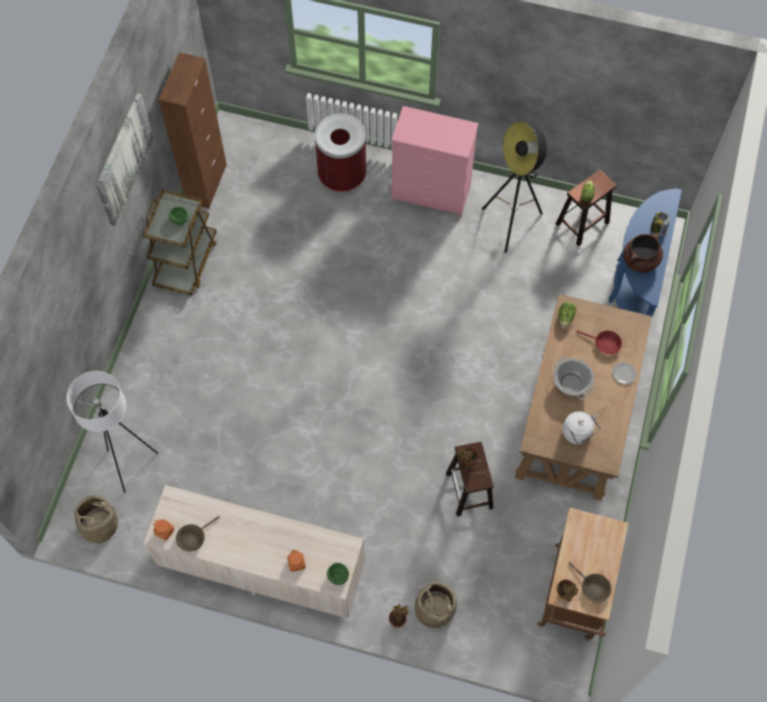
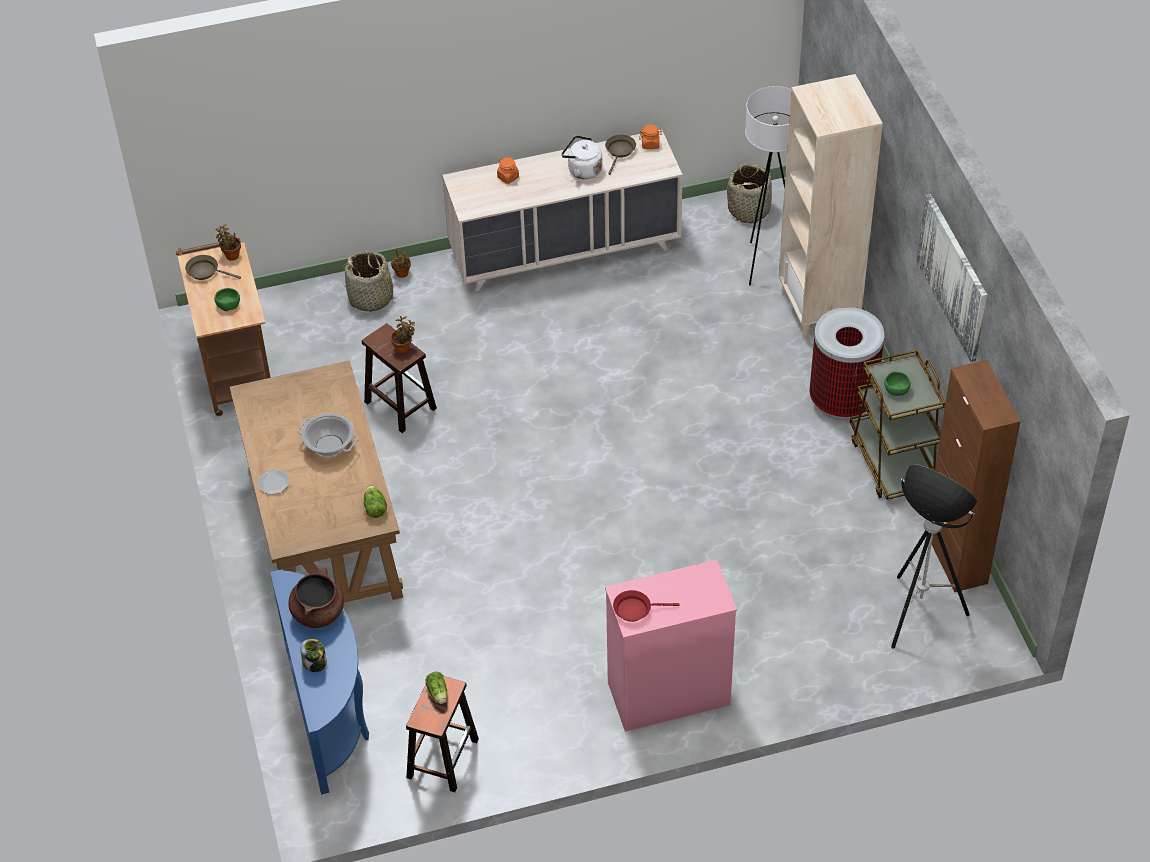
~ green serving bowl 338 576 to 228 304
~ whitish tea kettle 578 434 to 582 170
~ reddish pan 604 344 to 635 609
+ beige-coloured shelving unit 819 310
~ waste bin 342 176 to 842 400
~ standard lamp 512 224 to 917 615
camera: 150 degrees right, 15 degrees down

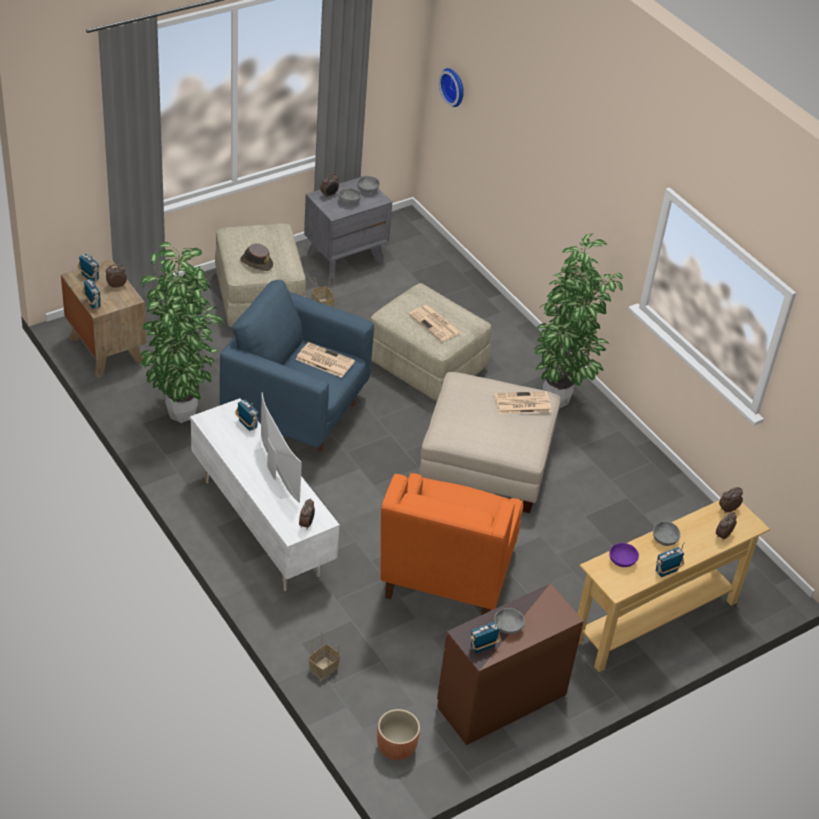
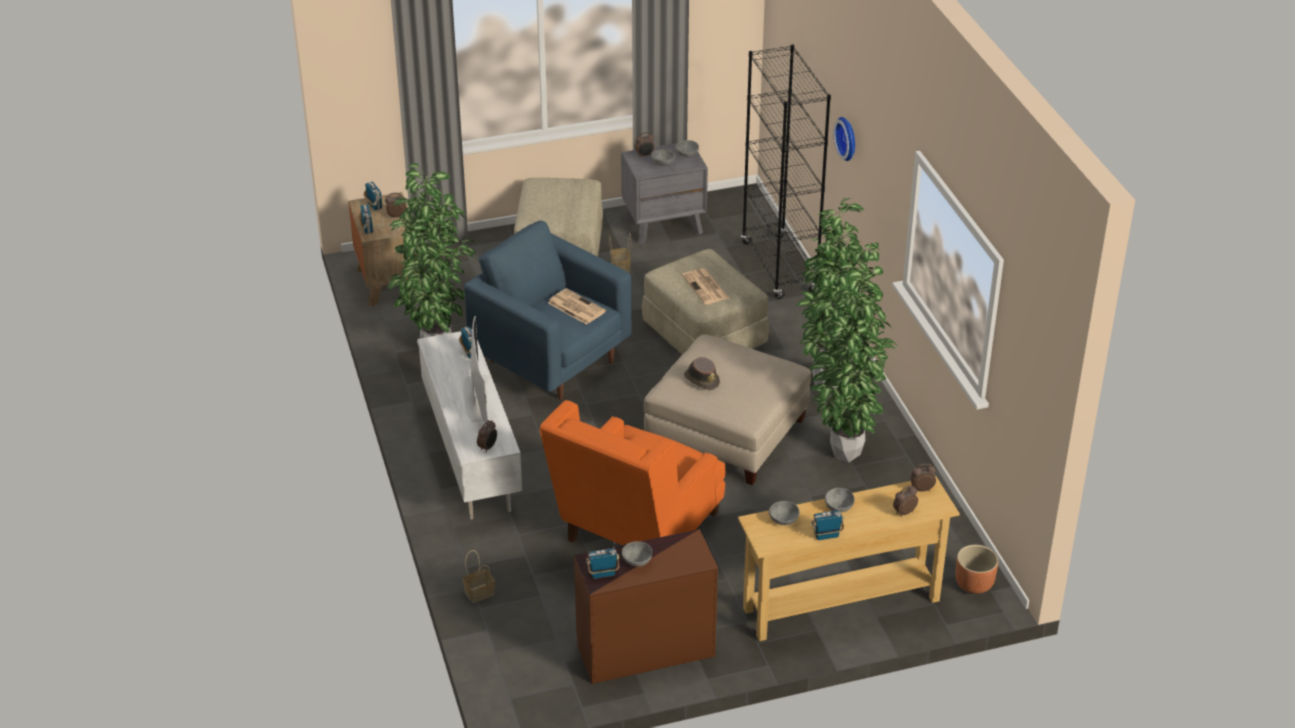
~ brown wearable hat 256 262 to 701 379
+ black-coloured shelving unit 779 268
~ purplish serving bowl 622 561 to grey serving bowl 783 520
+ houseplant 843 451
~ wall clock 454 86 to 848 138
~ brown planter 396 748 to 974 585
- daily paper 522 403
camera: 20 degrees right, 5 degrees down

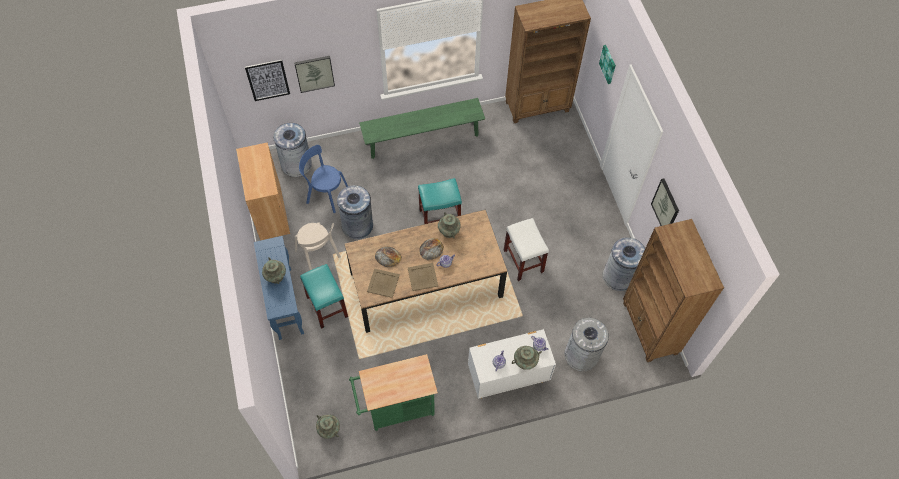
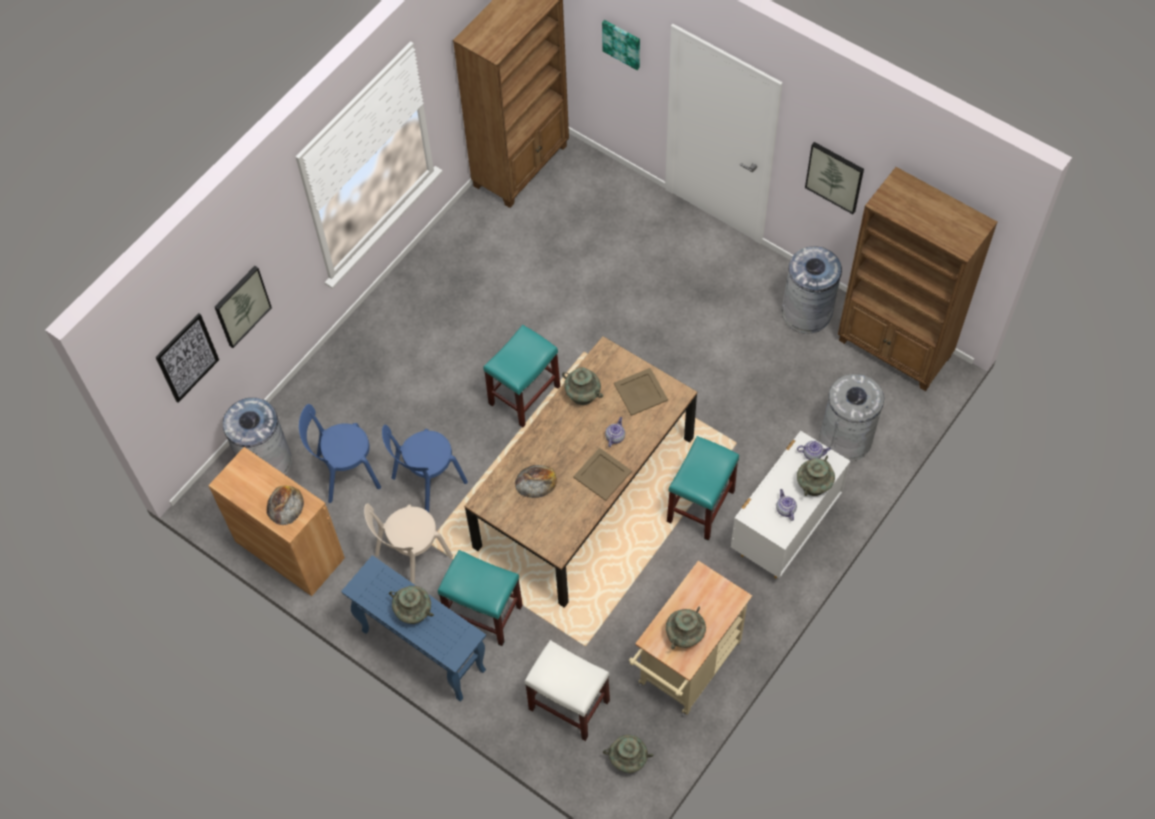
~ bakery bread 431 249 to 285 505
~ beige-coloured chair 318 255 = 411 558 120 degrees clockwise
~ grey waste bin 357 225 to blue-coloured chair 426 482
~ whitish stool seat 524 261 to 570 705
~ beige-coloured carrying tray 383 283 to 641 392
~ green trolley 396 408 to beige-coloured trolley 686 669
+ blue-green flower vase 684 635
+ blue-green stool seat 701 507
- green indoor bench 423 138
camera: 35 degrees left, 0 degrees up

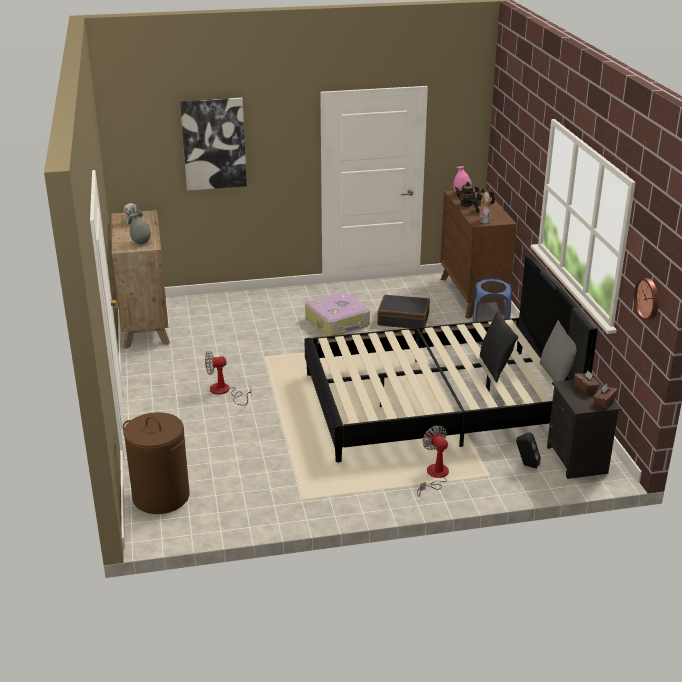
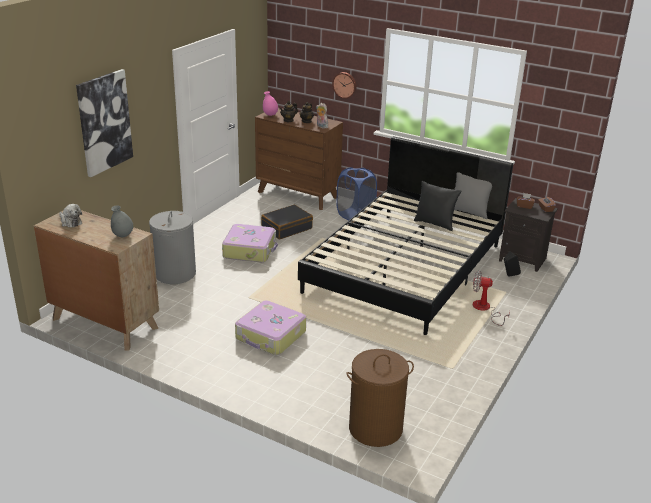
+ grey laundry basket 175 273
~ cooling fan 224 392 to suitcase 271 336
~ wall clock 648 298 to 345 85
camera: 50 degrees left, 0 degrees up

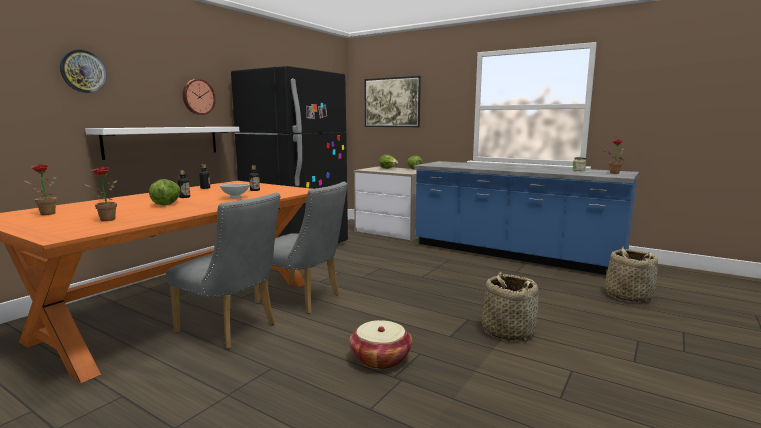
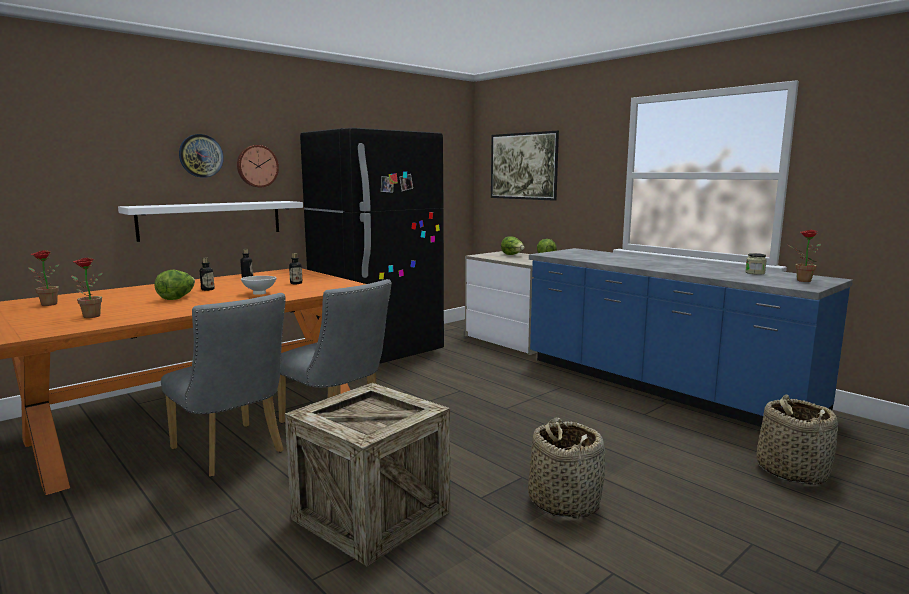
~ wall clock 83 71 to 201 156
~ household basket 380 358 to crate 371 515
camera: 15 degrees right, 0 degrees up

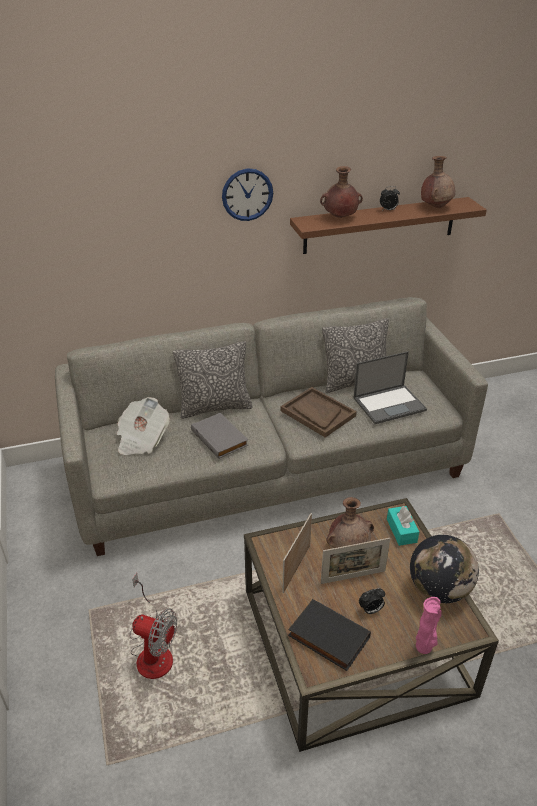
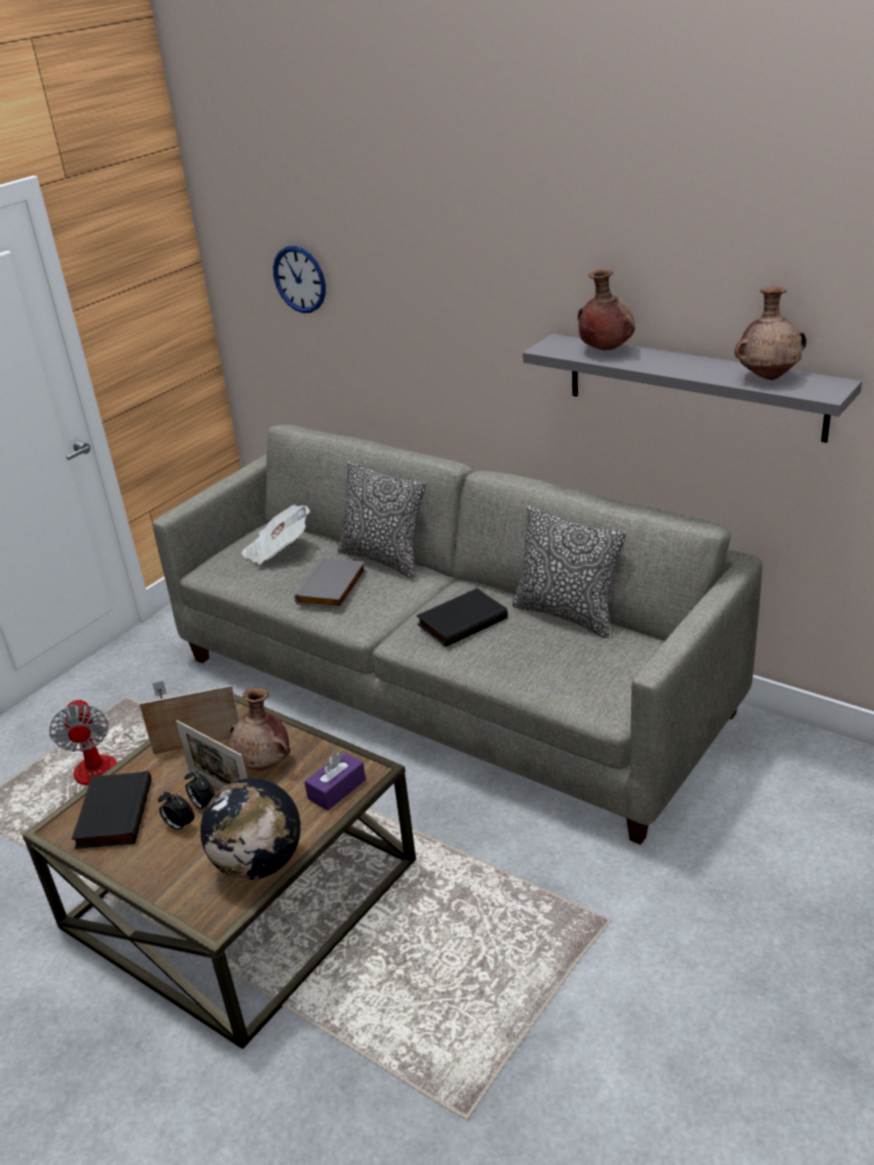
~ table clock 388 210 to 203 805
~ wall clock 247 194 to 300 279
~ blue-green box of tissues 401 531 to purplish box of tissues 337 789
~ brown carrying tray 317 413 to black-coloured volume 461 620
~ brown wall shelf 380 225 to grey wall shelf 693 386
- portable computer 390 404
- pink flower vase 424 648
camera: 55 degrees right, 5 degrees down

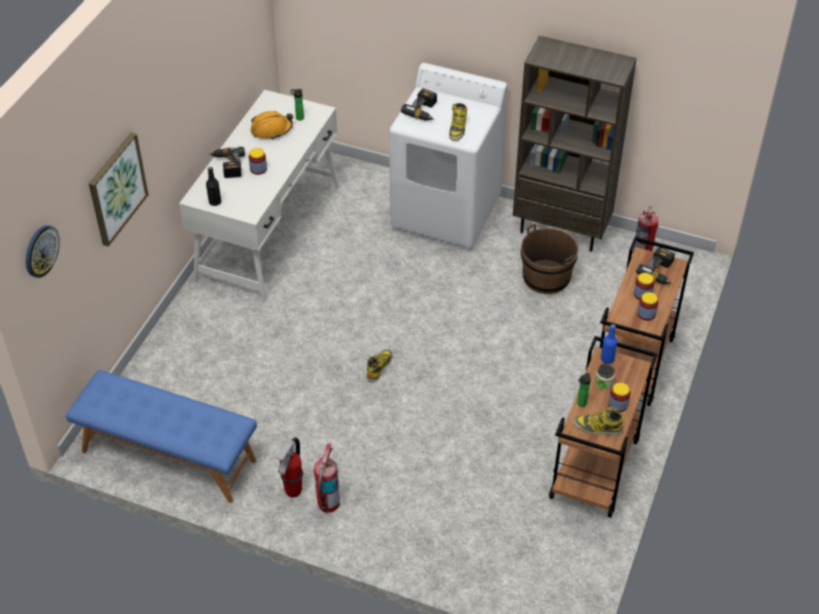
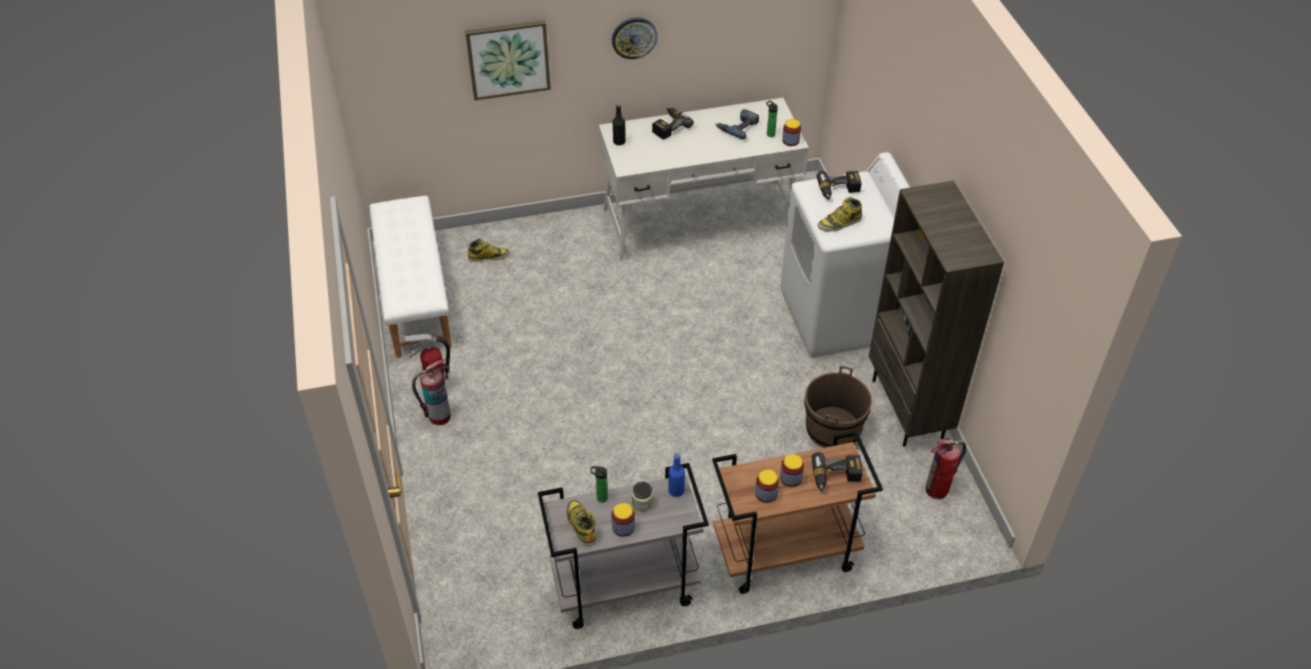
~ blue-coloured indoor bench 168 456 to whitish indoor bench 414 296
~ high-top boot 379 367 to 489 256
~ brown trolley 595 470 to grey trolley 623 588
~ wall clock 41 251 to 634 37
~ orangey safety helmet 271 130 to electric drill 738 127
~ preserve jar 258 169 to 790 141
camera: 55 degrees right, 0 degrees up

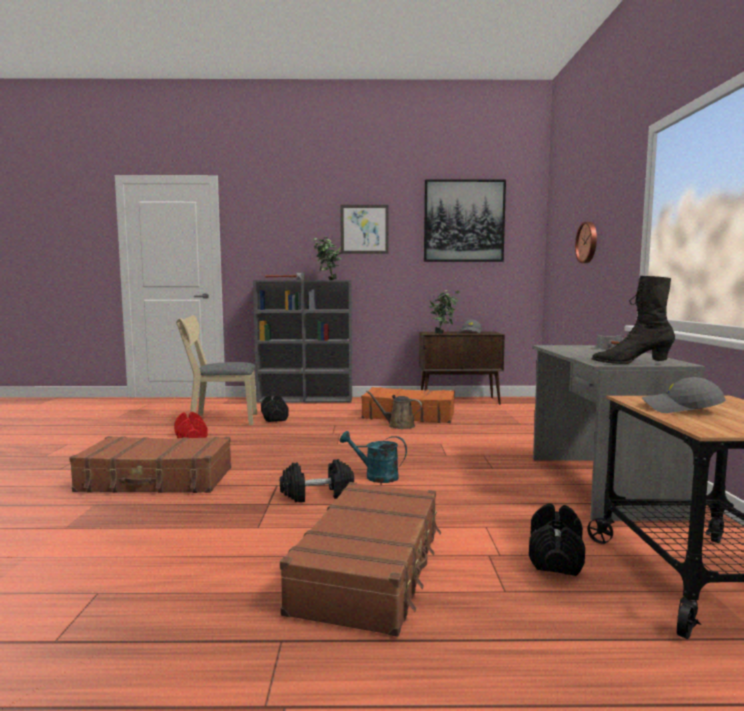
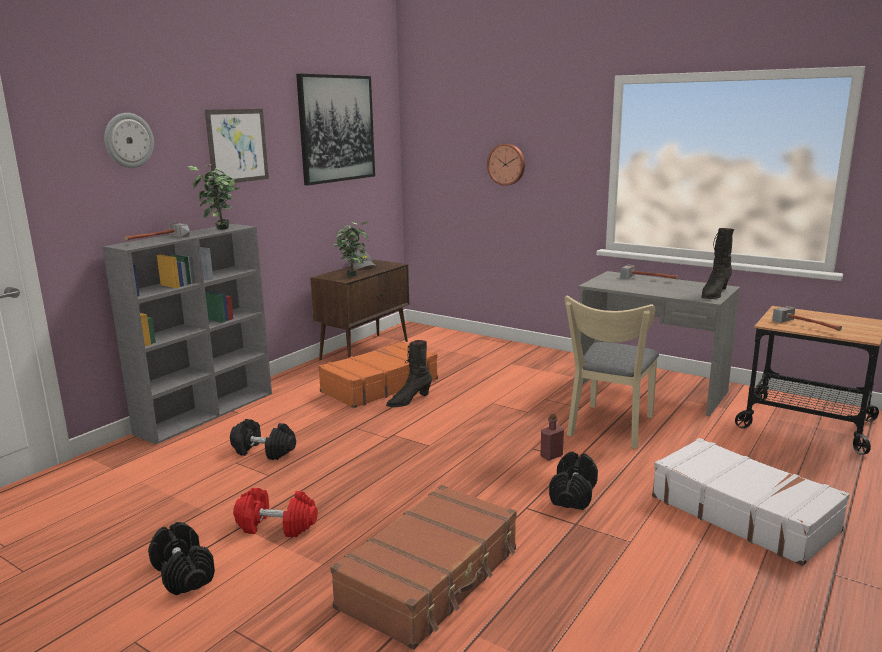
+ wall clock 128 140
~ black-coloured free weight 555 556 to 182 573
~ brown watering pot 398 425 to black-coloured high-top boot 409 401
~ blue-green watering pot 375 476 to reddish drink bottle 551 456
~ beige-coloured chair 218 420 to 609 428
~ brown suitcase 371 569 to whitish suitcase 743 513
~ grey baseball cap 681 409 to hand hammer 810 326
camera: 55 degrees left, 10 degrees up

